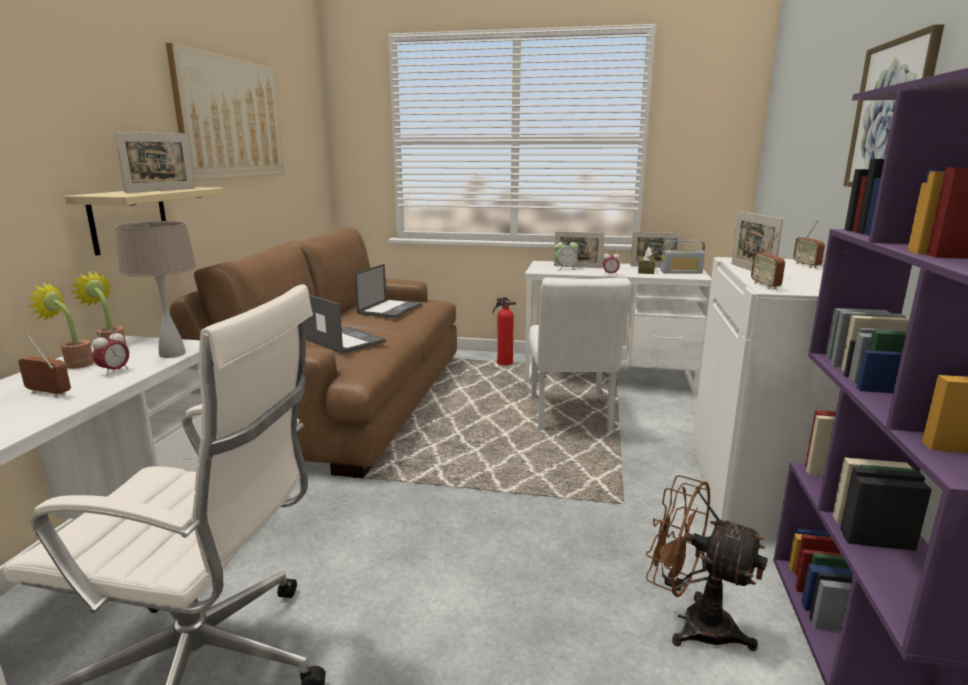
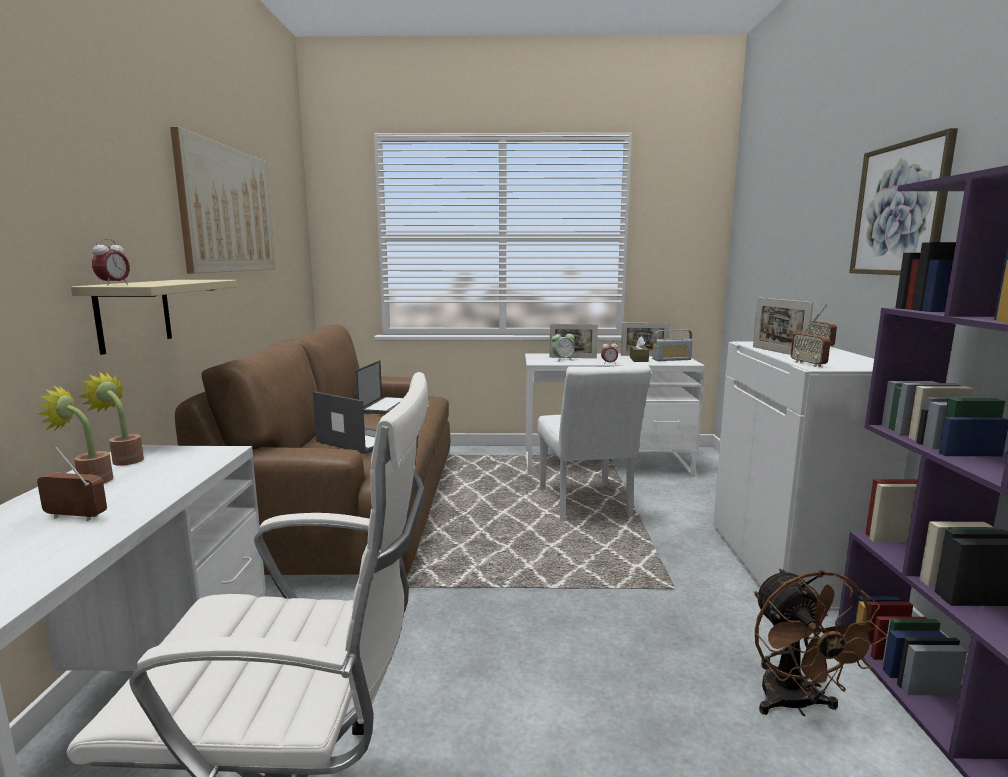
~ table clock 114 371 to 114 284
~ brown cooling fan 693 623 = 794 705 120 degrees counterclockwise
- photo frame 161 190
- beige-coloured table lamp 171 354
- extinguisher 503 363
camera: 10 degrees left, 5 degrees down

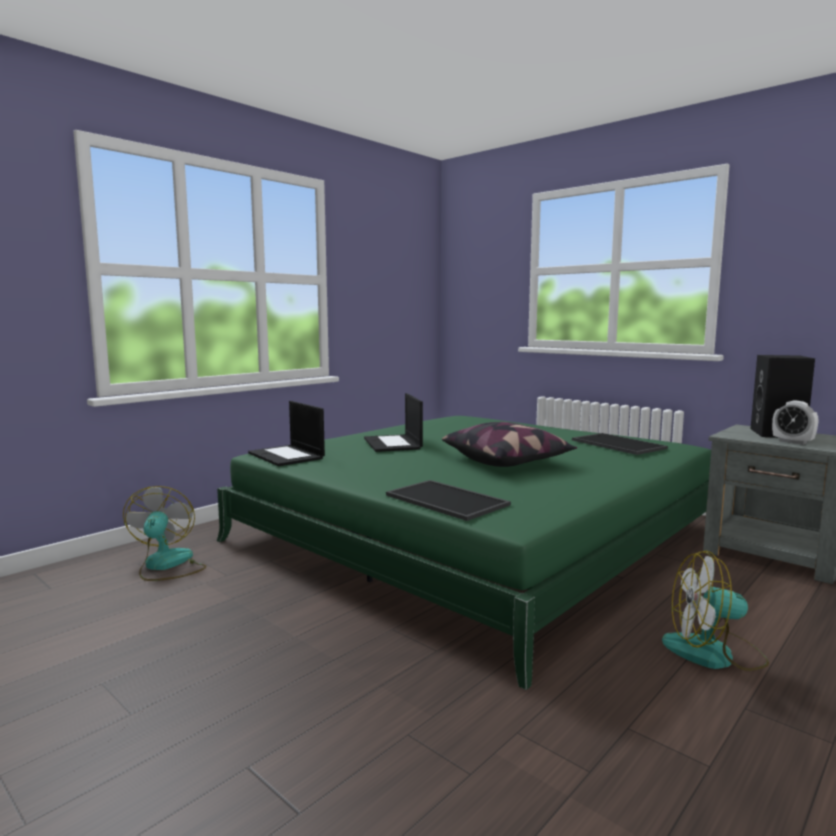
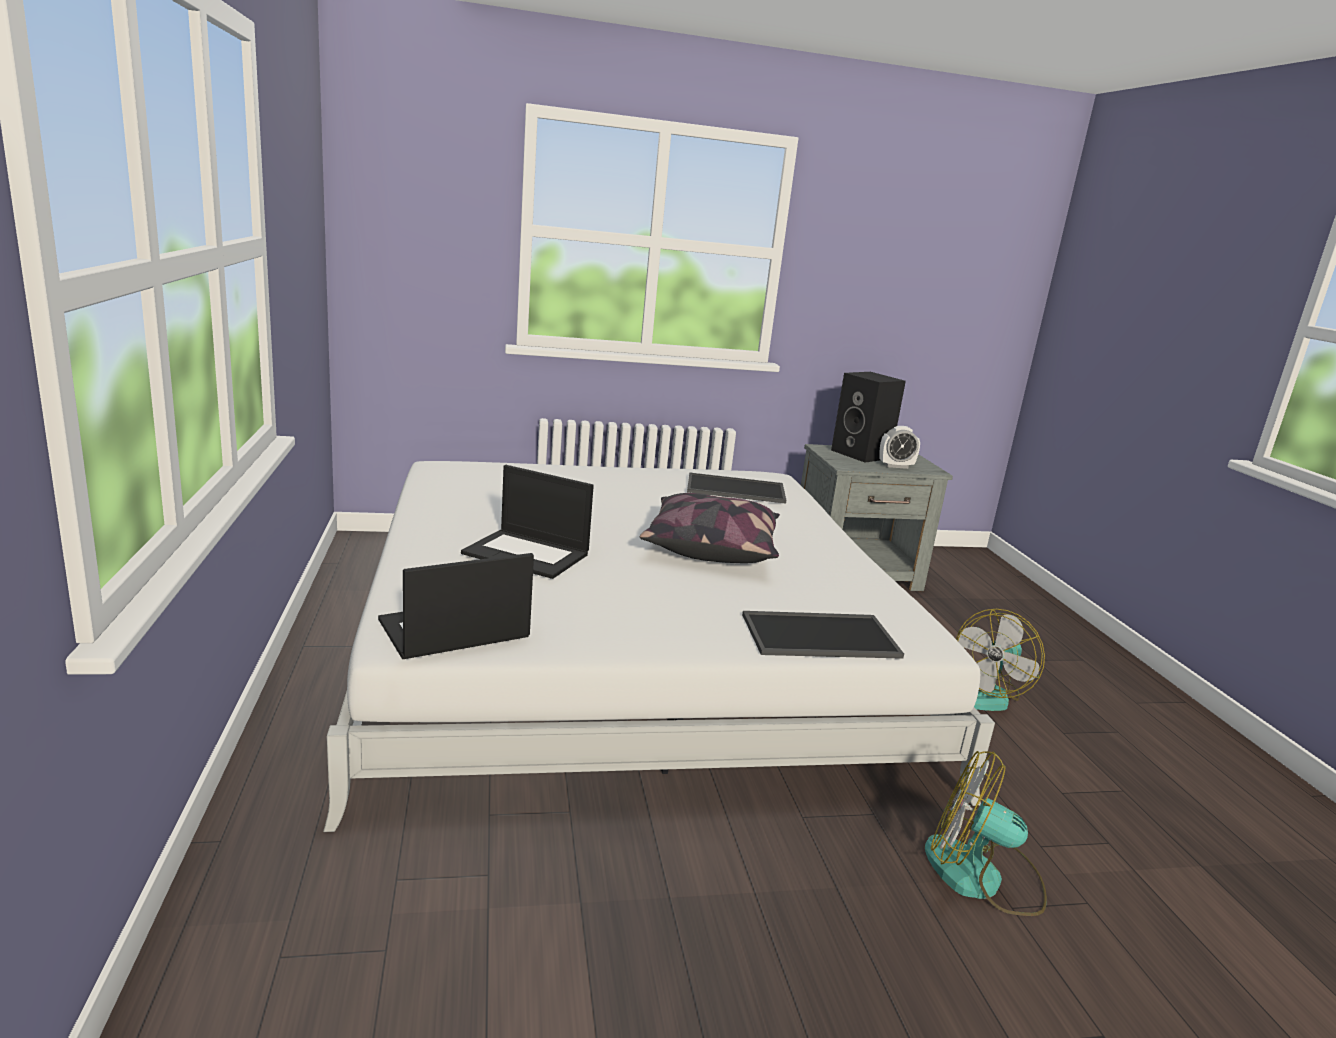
~ green bed 475 534 to whitish bed 628 648
~ portable computer 287 456 = 453 630 150 degrees clockwise
~ cooling fan 166 565 to 981 877
camera: 55 degrees left, 10 degrees up

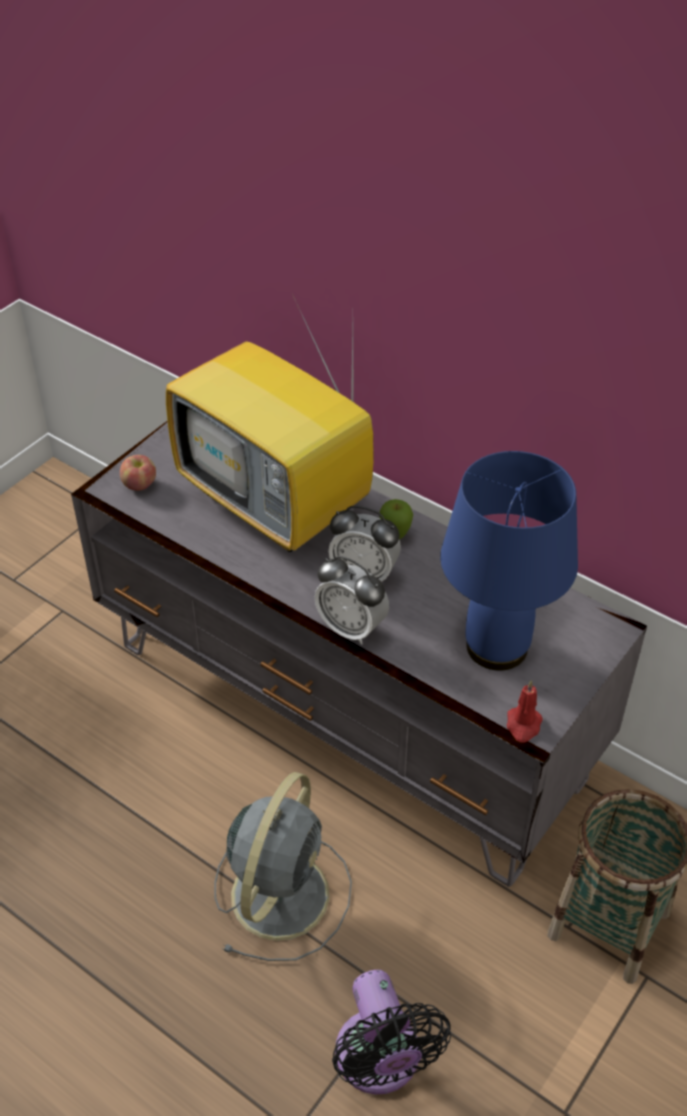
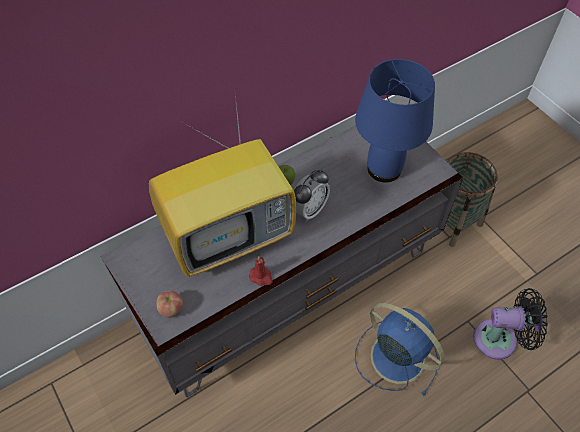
~ reddish wax light 523 725 to 261 277
~ grey cooling fan 282 891 to blue-coloured cooling fan 395 355
- table clock 351 628
camera: 70 degrees left, 10 degrees up

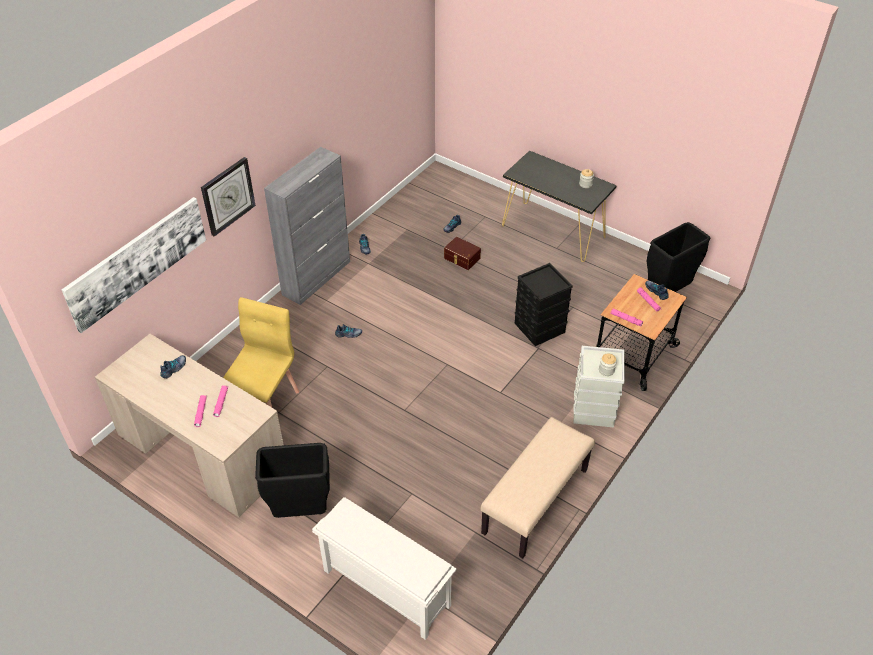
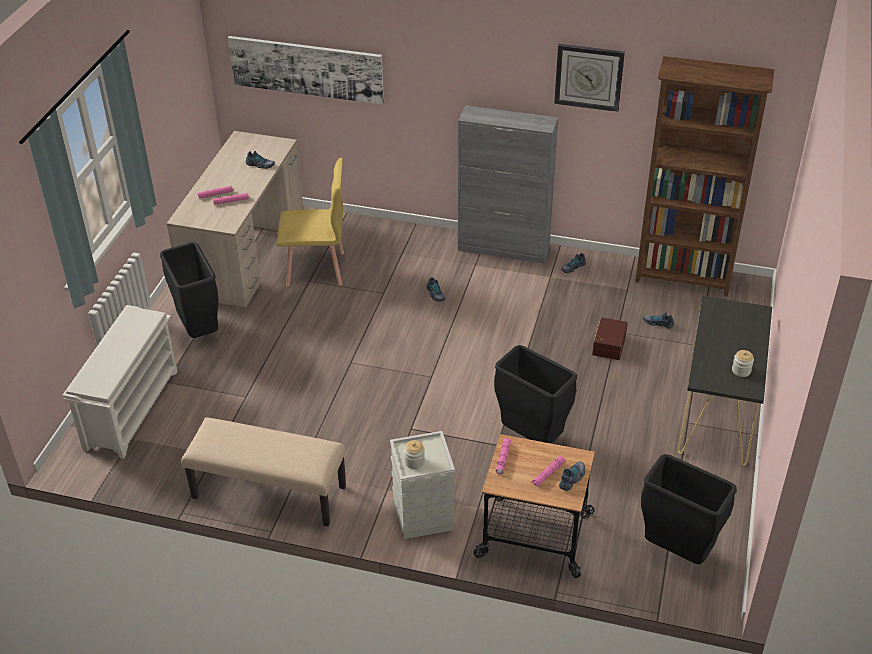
~ black-coloured storage container 539 328 to black-coloured waste bin 531 438
~ wall clock 227 196 to 589 77
+ brown shelving unit 683 278
camera: 70 degrees right, 5 degrees down

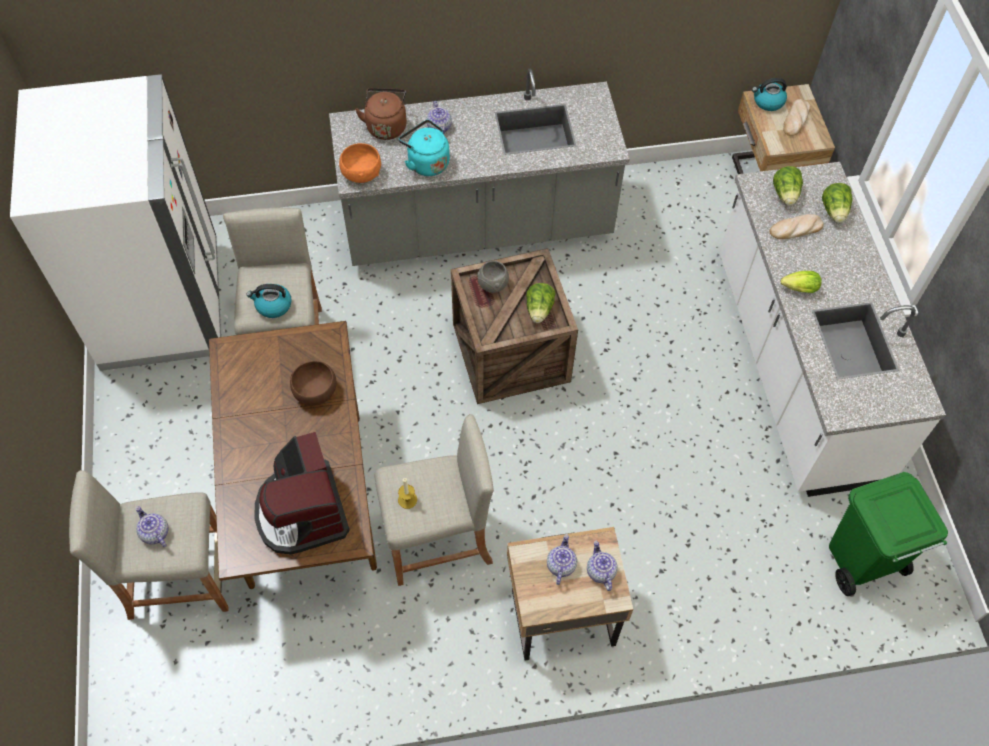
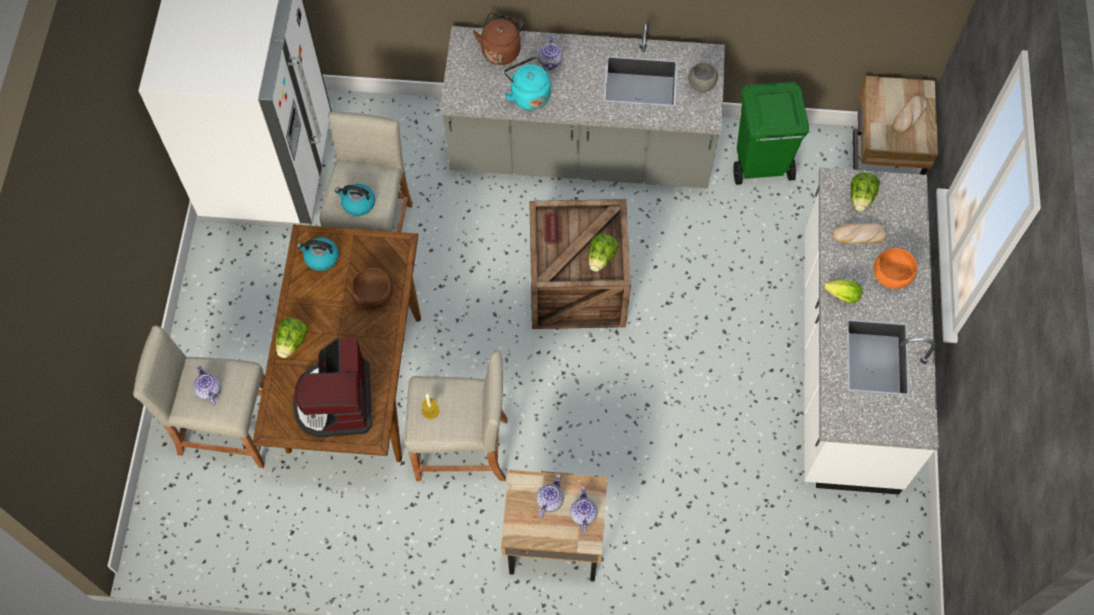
~ head of lettuce 834 211 to 292 342
~ tea kettle 768 102 to 321 258
~ grey serving bowl 493 285 to 702 85
~ green waste bin 861 562 to 760 165
~ orangey serving bowl 361 174 to 891 276
camera: 15 degrees right, 5 degrees up

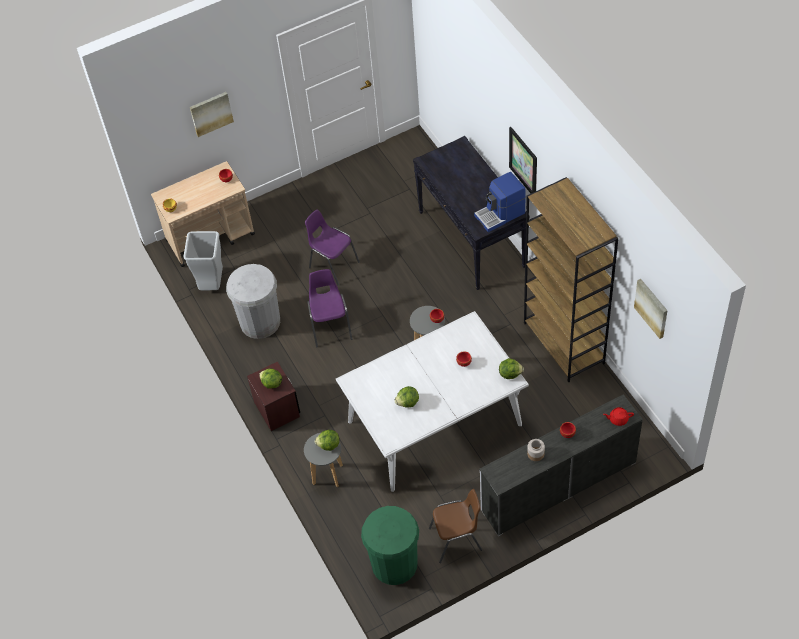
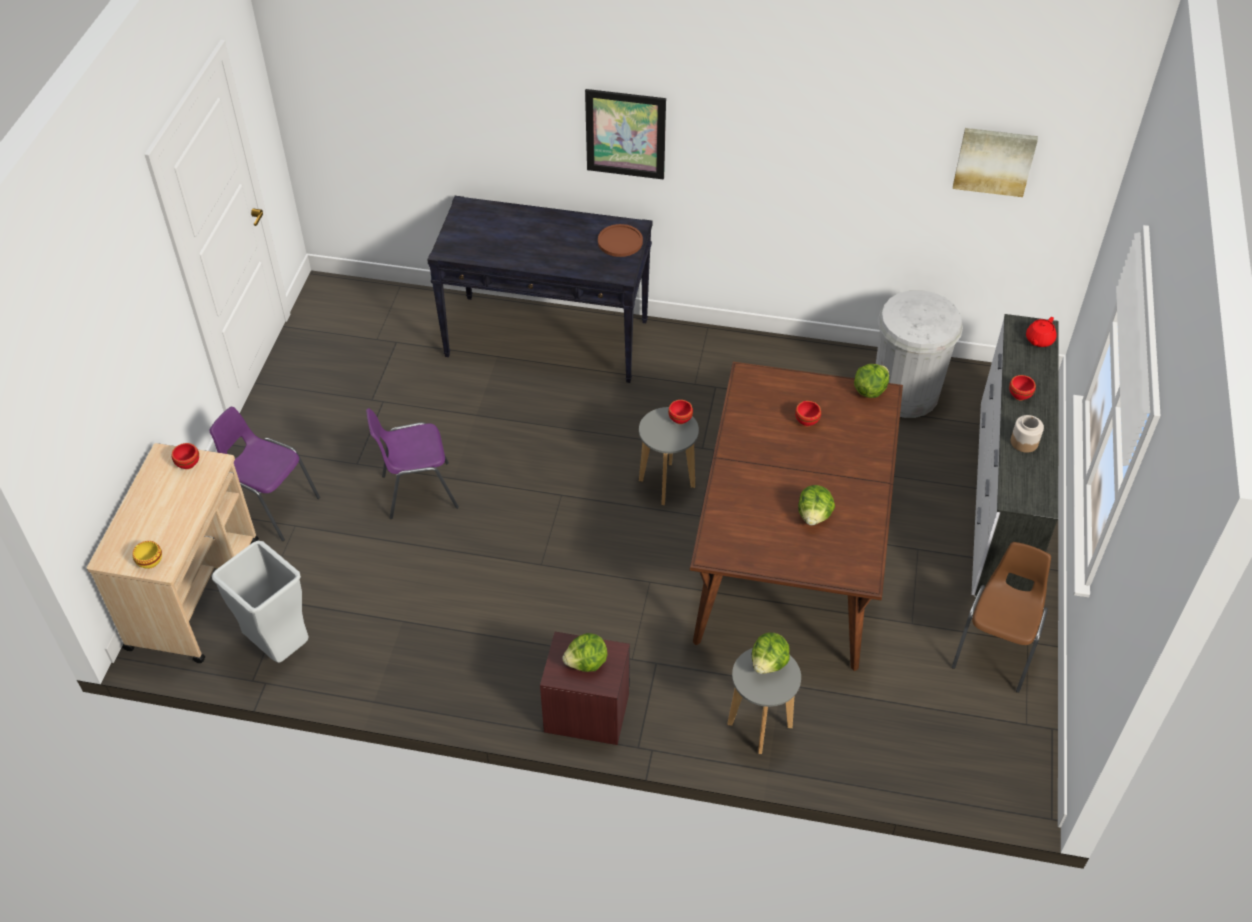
~ purplish chair 330 326 to 272 506
~ coffee maker 500 214 to brown dinner plate 620 241
~ whitish dining table 434 424 to brown dining table 791 555
~ whitish waste bin 260 322 to 905 393
- wall art 211 113
- green waste bin 394 564
- brown shelving unit 564 343
camera: 55 degrees left, 5 degrees down

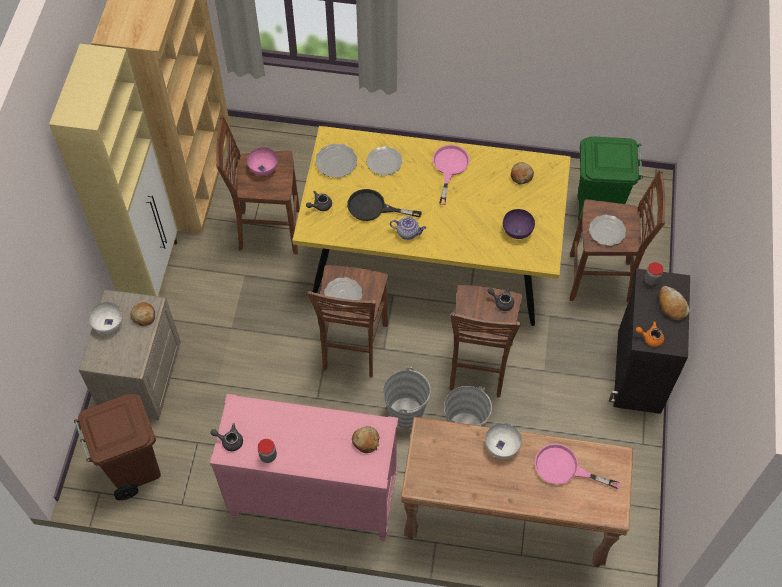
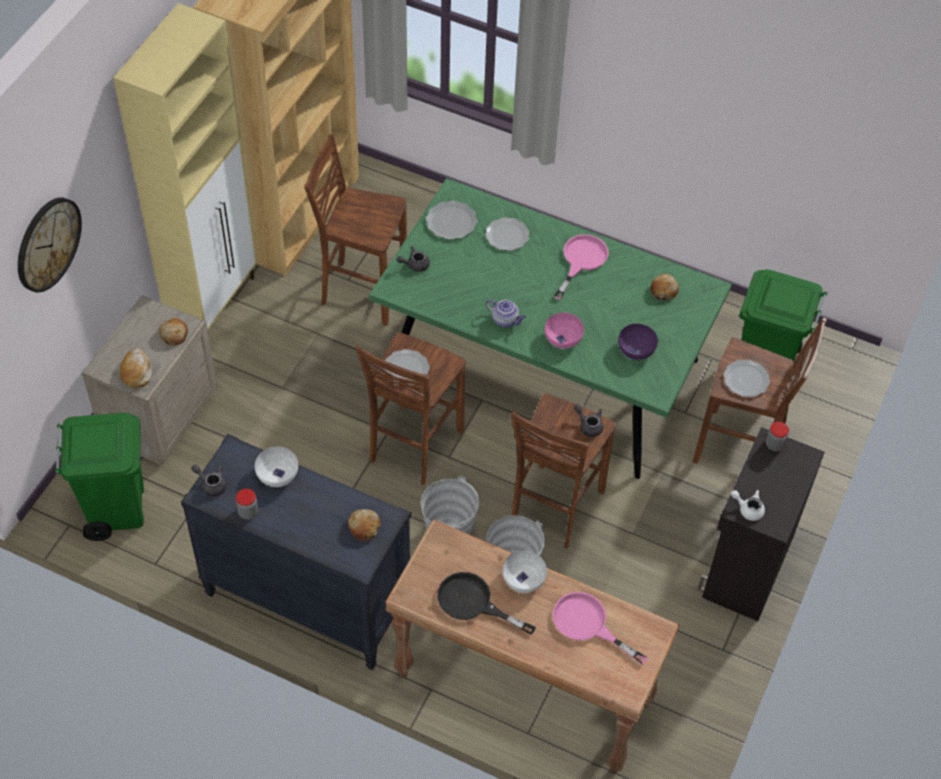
+ wall clock 47 244
~ brown waste bin 133 467 to green waste bin 116 508
~ bakery bread 672 305 to 136 372
~ pink drawer chest 313 499 to black-coloured drawer chest 306 601
~ whitish serving bowl 107 323 to 277 475
~ yellow-coloured dining table 432 255 to green dining table 545 368
~ black-coloured pan 373 208 to 473 603
~ pink serving bowl 263 168 to 563 339
~ orangey tea pot 650 338 to whitish tea pot 748 509
camera: 15 degrees right, 5 degrees down

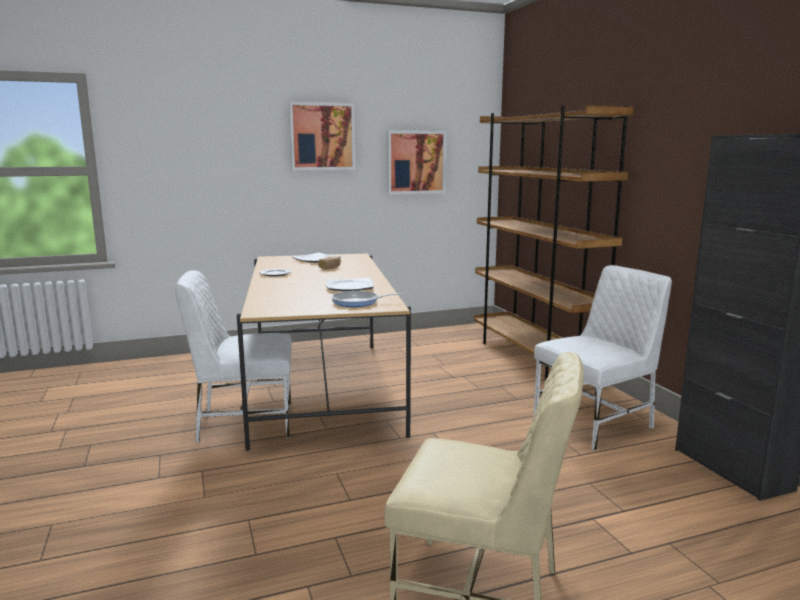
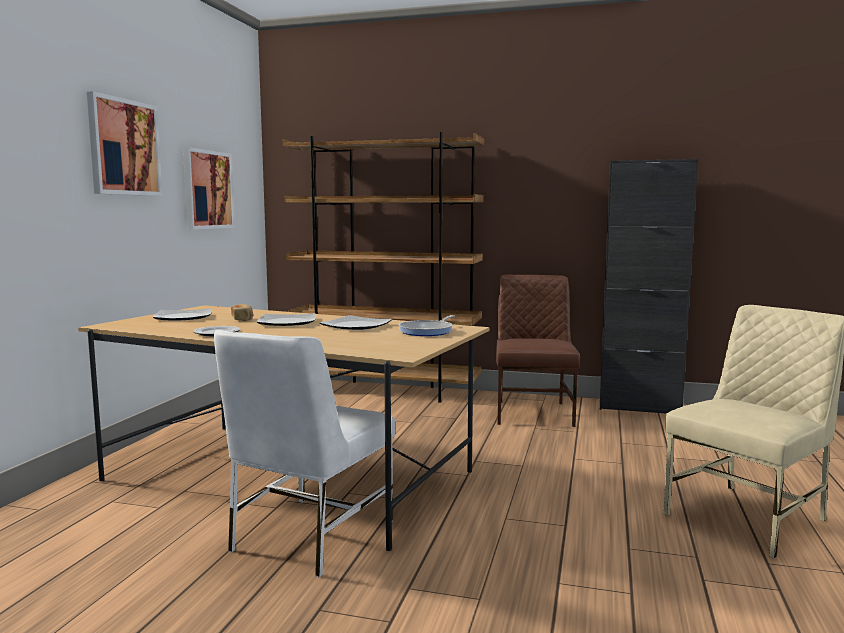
+ dinner plate 286 322
~ whitish chair 596 423 to brown chair 533 412
camera: 55 degrees left, 5 degrees down

